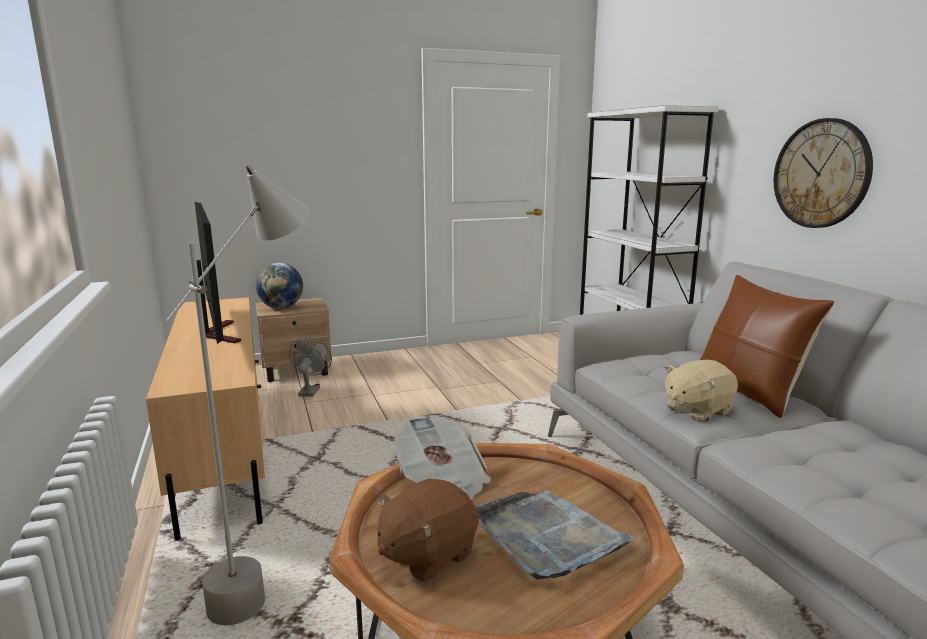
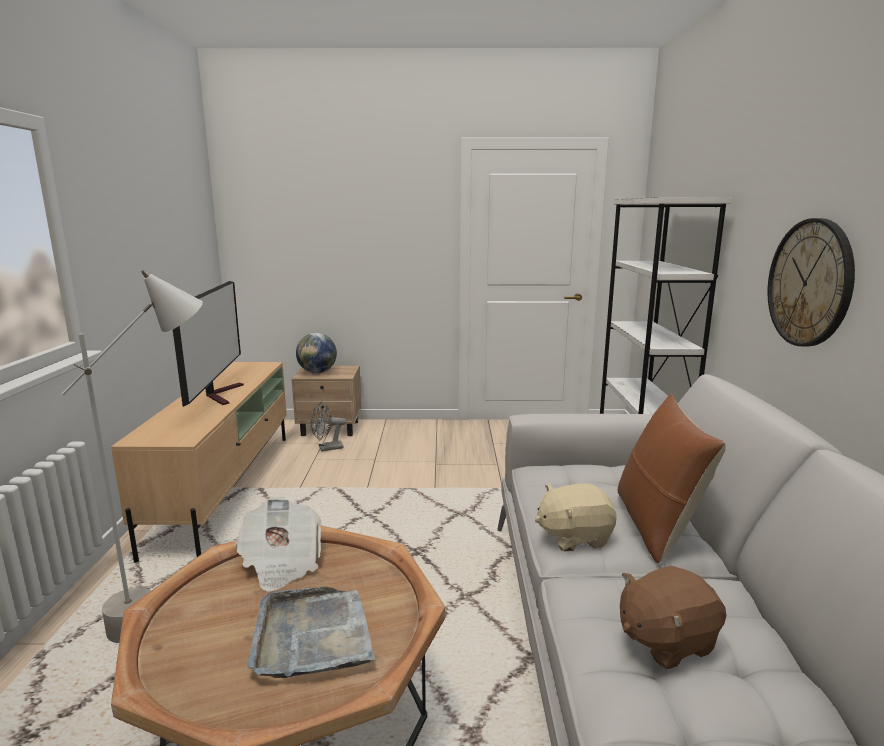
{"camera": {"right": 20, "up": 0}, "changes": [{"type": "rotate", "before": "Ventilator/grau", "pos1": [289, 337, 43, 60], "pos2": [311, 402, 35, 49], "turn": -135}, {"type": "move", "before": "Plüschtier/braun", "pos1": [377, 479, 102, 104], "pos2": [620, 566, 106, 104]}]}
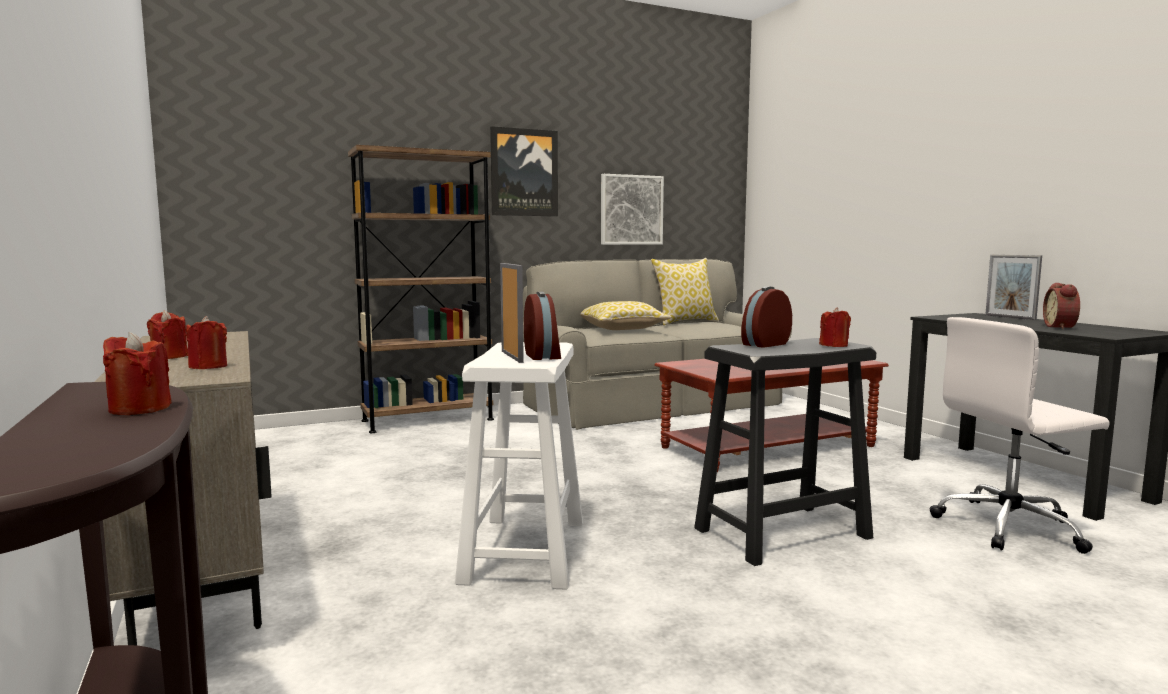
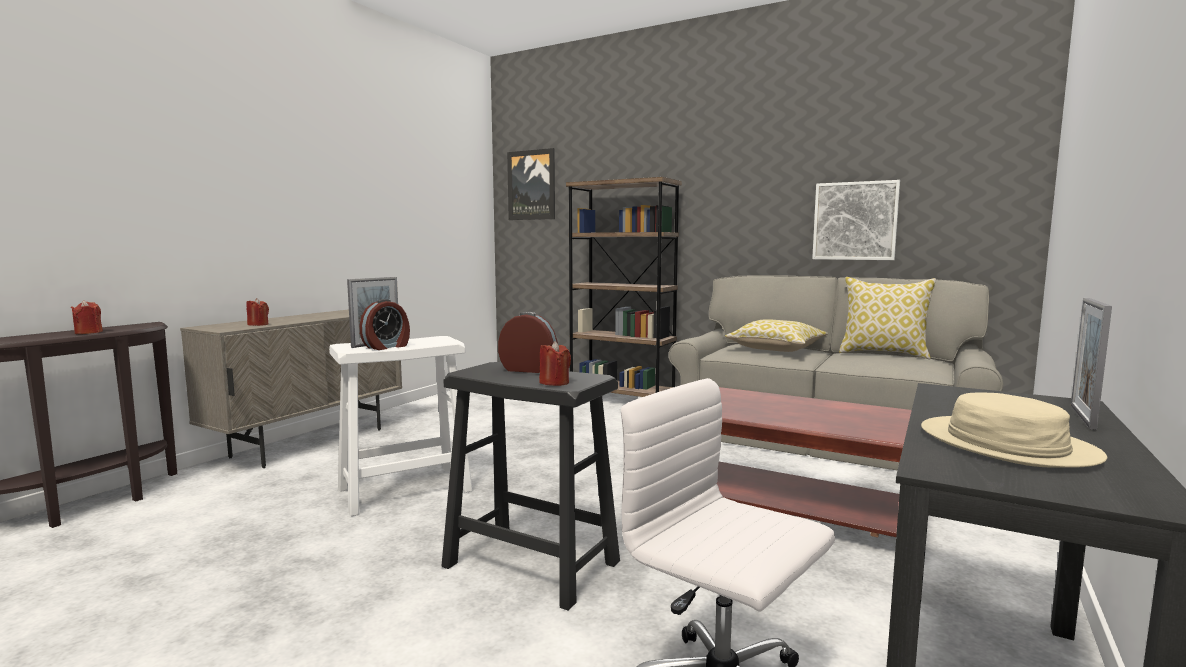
{"camera": {"right": 55, "up": 0}, "changes": [{"type": "move", "before": "Bild", "pos1": [490, 126, 68, 90], "pos2": [507, 148, 48, 72]}, {"type": "replace", "before": "Wecker", "after": "Hut/beige", "pos1": [1043, 283, 37, 46], "pos2": [921, 393, 186, 75]}, {"type": "delete", "before": "Kerze/rot", "pos1": [147, 310, 41, 49]}]}
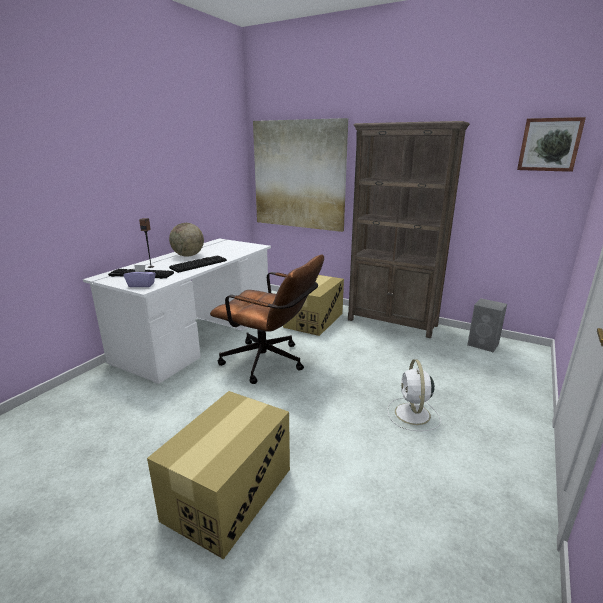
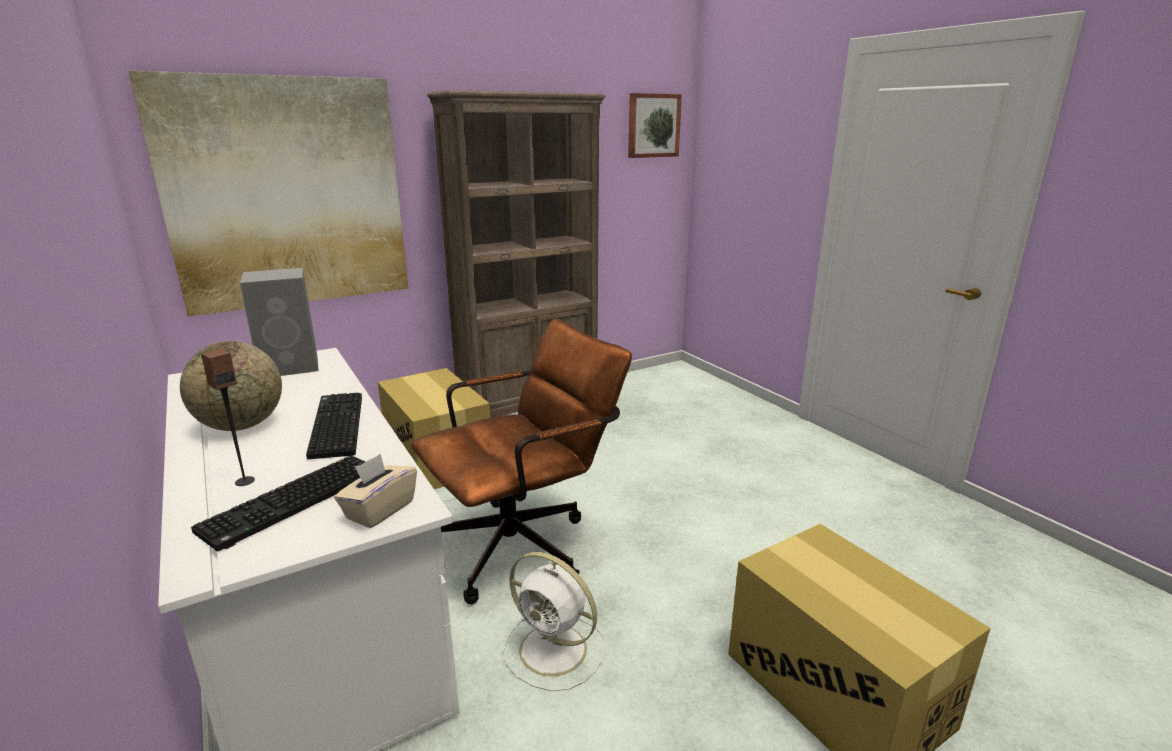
{"camera": {"right": -60, "up": 0}, "changes": [{"type": "recolor", "before": "Taschentuchbox/lila", "after": "Taschentuchbox/beige", "pos1": [123, 265, 33, 22], "pos2": [334, 454, 83, 74]}, {"type": "move", "before": "Lautsprecher/grau", "pos1": [467, 298, 40, 55], "pos2": [240, 268, 79, 108]}, {"type": "move", "before": "Ventilator/weiß", "pos1": [387, 359, 54, 72], "pos2": [503, 552, 103, 139]}]}
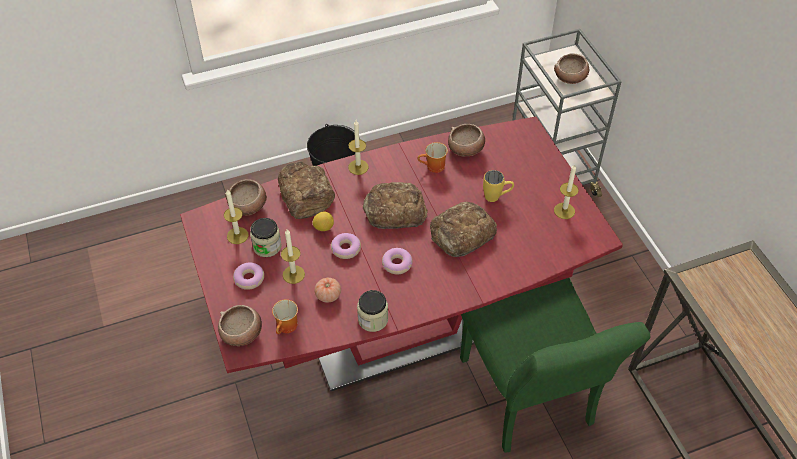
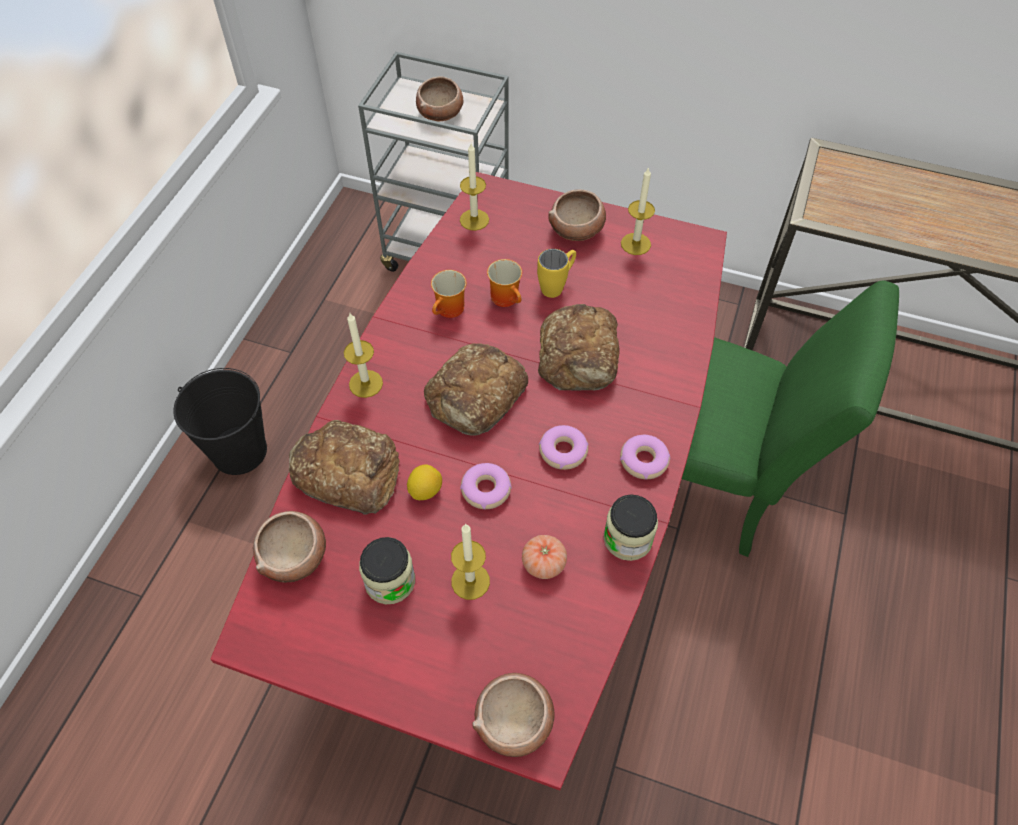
{"camera": {"right": -50, "up": 5}, "changes": [{"type": "move", "before": "Schüssel", "pos1": [448, 124, 37, 33], "pos2": [548, 189, 58, 52]}, {"type": "move", "before": "Kerze", "pos1": [224, 189, 25, 55], "pos2": [460, 143, 29, 88]}, {"type": "move", "before": "Donut", "pos1": [233, 262, 31, 28], "pos2": [620, 435, 50, 44]}, {"type": "move", "before": "Henkelbecher", "pos1": [272, 299, 26, 35], "pos2": [487, 259, 35, 48]}]}
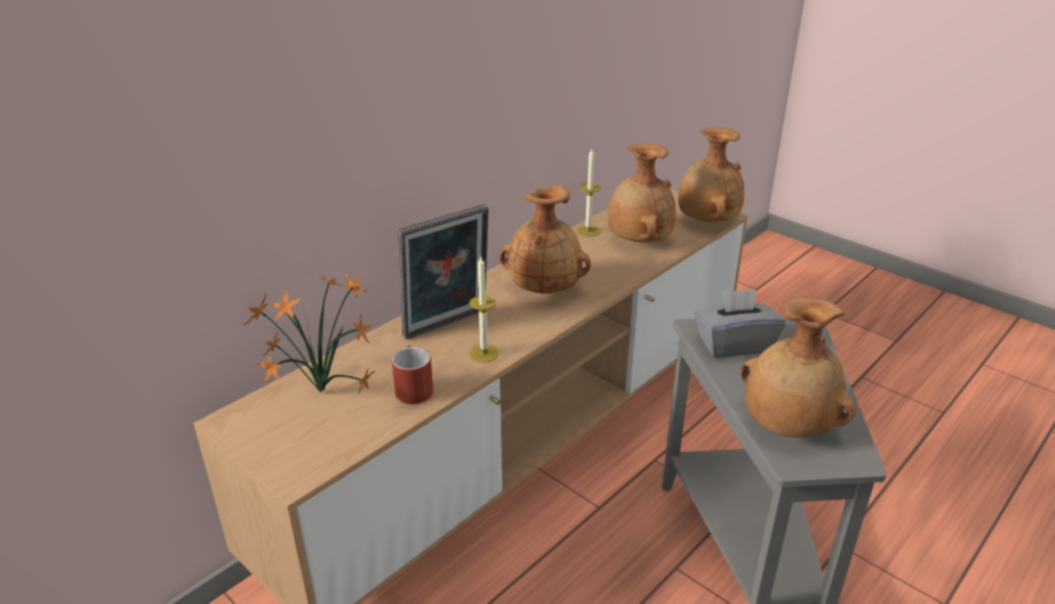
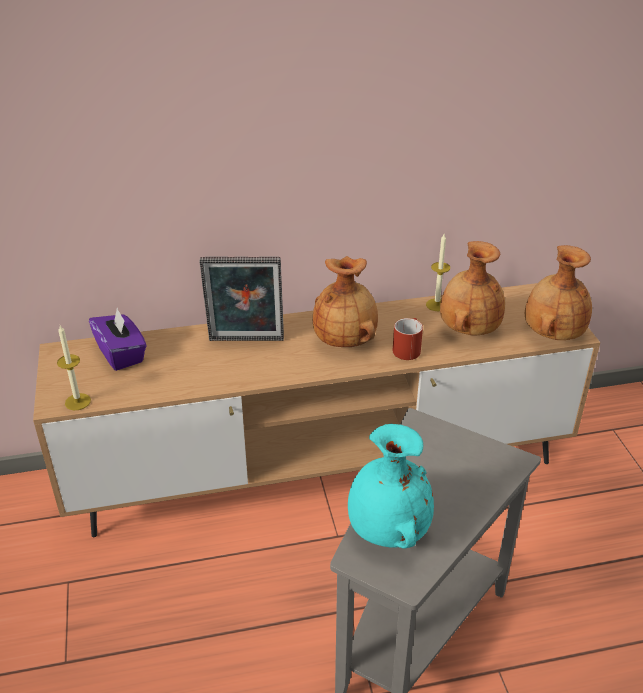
{"camera": {"right": 35, "up": 5}, "changes": [{"type": "move", "before": "Kerze", "pos1": [469, 257, 30, 105], "pos2": [57, 325, 34, 85]}, {"type": "replace", "before": "Topfpflanze", "after": "Taschentuchbox/lila", "pos1": [244, 272, 132, 121], "pos2": [89, 308, 58, 63]}, {"type": "delete", "before": "Taschentuchbox/grau", "pos1": [695, 289, 90, 69]}, {"type": "recolor", "before": "Vase/braun", "after": "Vase/türkis", "pos1": [740, 296, 116, 141], "pos2": [348, 424, 86, 125]}, {"type": "move", "before": "Henkelbecher/rot", "pos1": [392, 346, 41, 58], "pos2": [393, 318, 30, 42]}]}
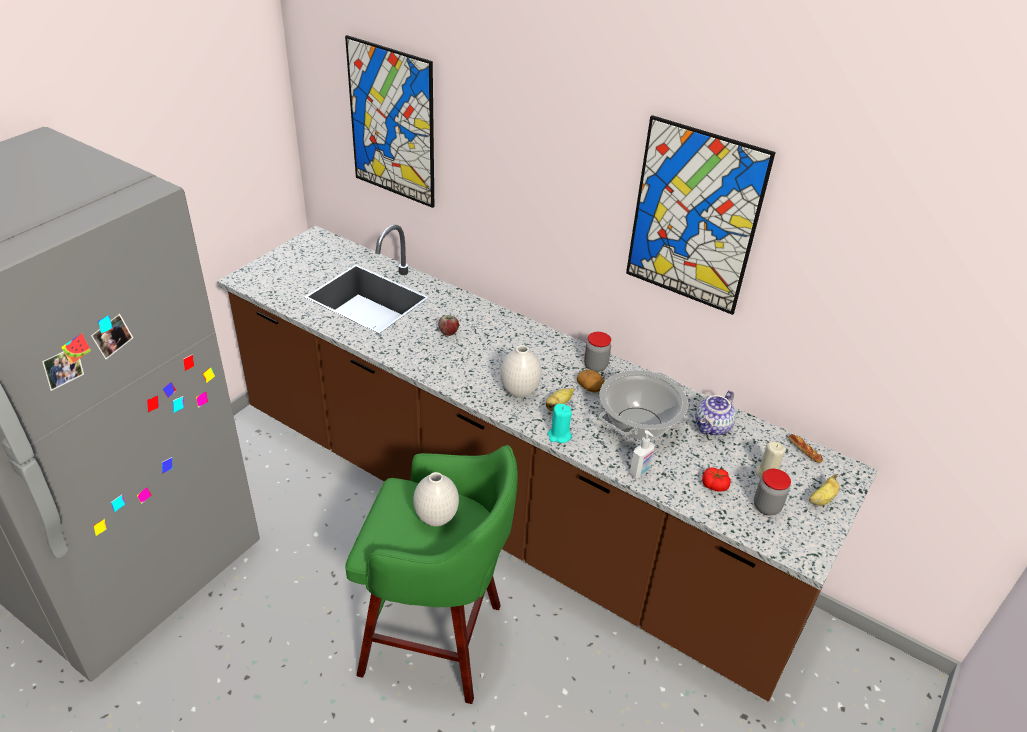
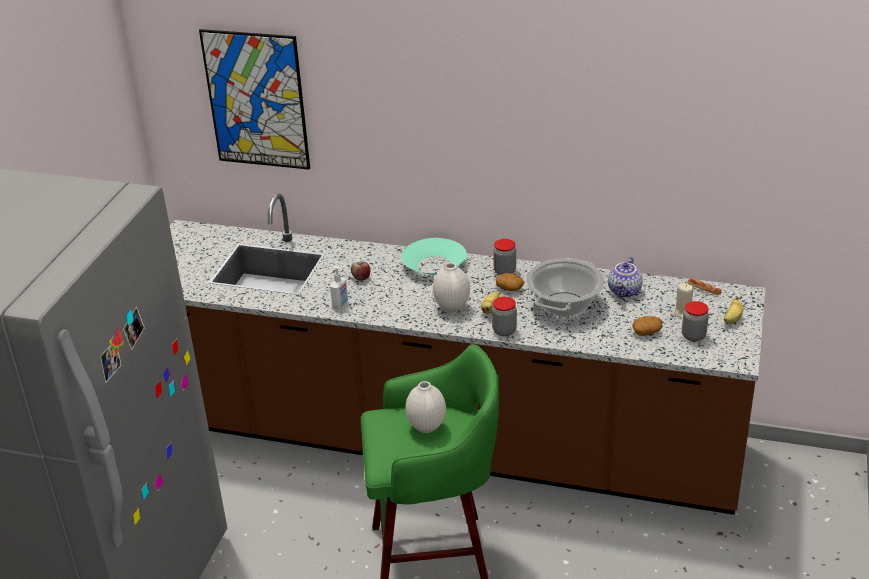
{"camera": {"right": -15, "up": -5}, "changes": [{"type": "delete", "before": "Bild", "pos1": [626, 115, 150, 200]}, {"type": "replace", "before": "Kerze/türkis", "after": "Vorratsglas", "pos1": [548, 404, 24, 39], "pos2": [492, 297, 25, 39]}, {"type": "move", "before": "Seifenspender", "pos1": [629, 430, 26, 48], "pos2": [330, 266, 18, 43]}, {"type": "replace", "before": "Tomate", "after": "Kartoffel", "pos1": [702, 467, 29, 25], "pos2": [632, 316, 30, 20]}, {"type": "insert", "after": "Schüssel/türkis", "pos2": [402, 238, 65, 37]}]}
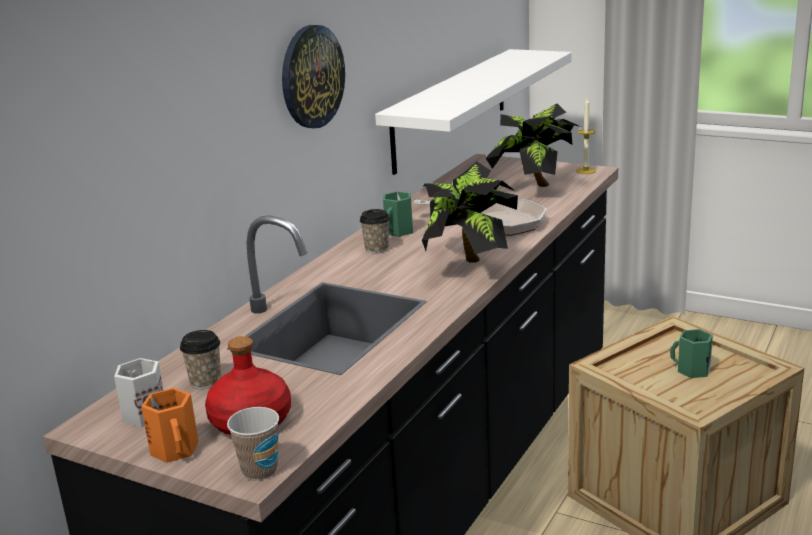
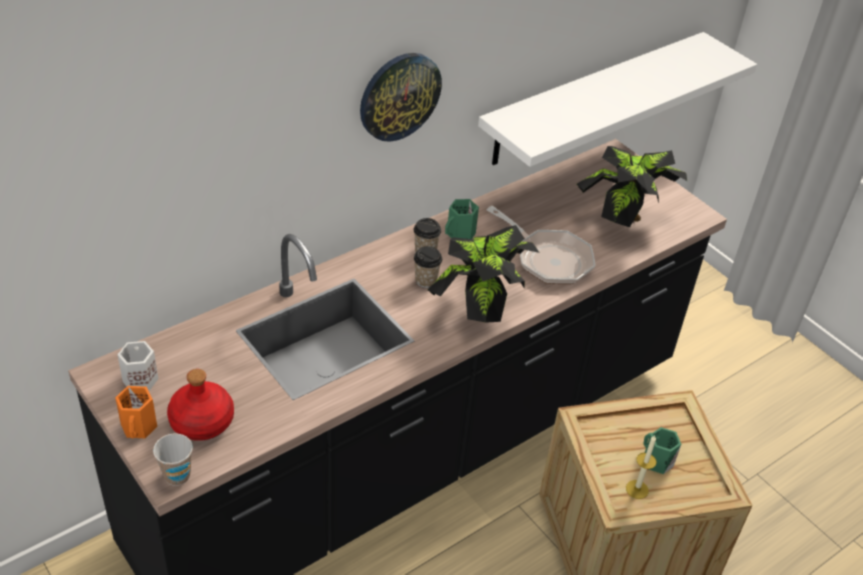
{"camera": {"right": 20, "up": 20}, "changes": [{"type": "move", "before": "Kerze", "pos1": [576, 98, 20, 76], "pos2": [626, 435, 30, 64]}, {"type": "move", "before": "Tasse", "pos1": [180, 330, 41, 59], "pos2": [414, 246, 28, 42]}]}
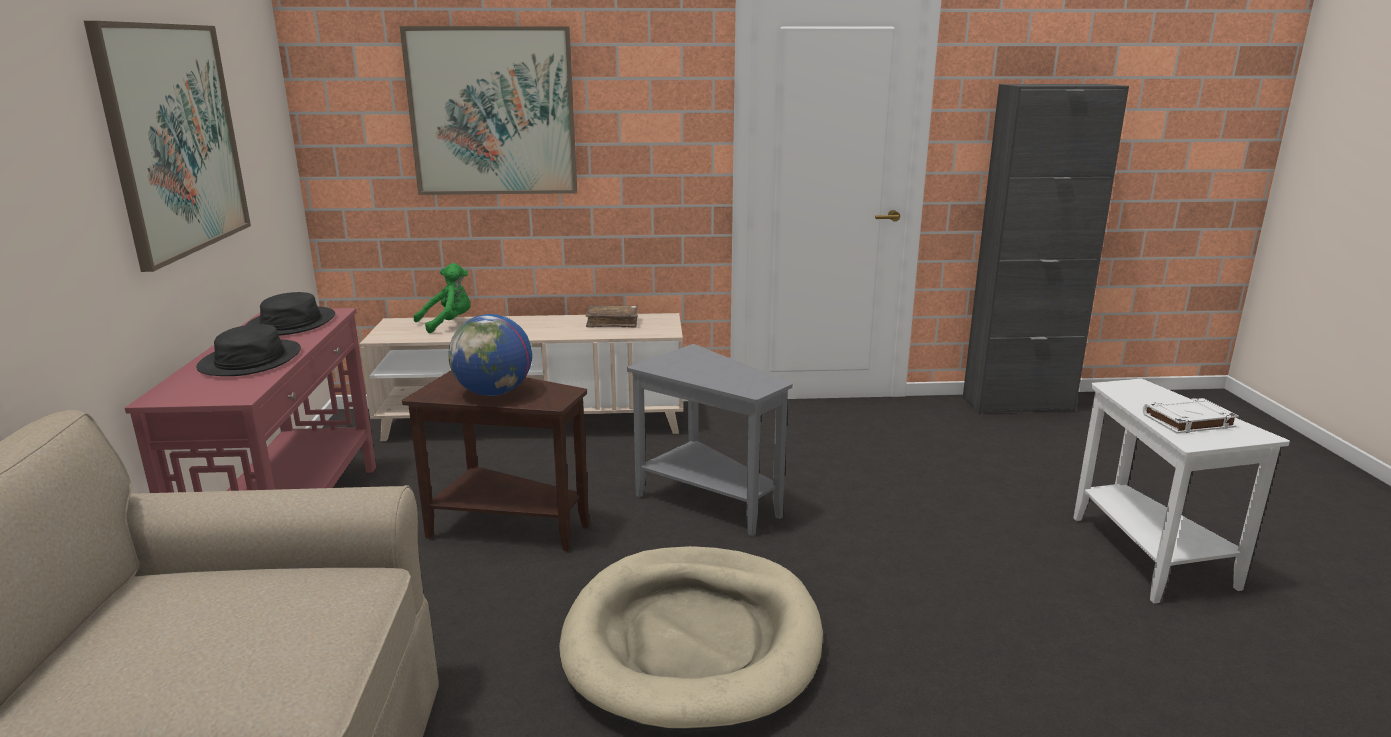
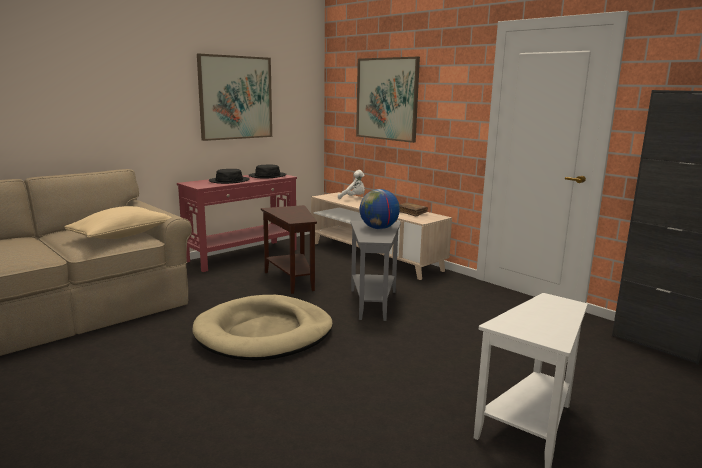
{"camera": {"right": 50, "up": -5}, "changes": [{"type": "recolor", "before": "Plüschtier/grün", "after": "Plüschtier/weiß", "pos1": [414, 263, 57, 70], "pos2": [338, 170, 27, 29]}, {"type": "move", "before": "Globus", "pos1": [449, 314, 83, 82], "pos2": [360, 189, 40, 40]}, {"type": "delete", "before": "Buch/weiß", "pos1": [1143, 398, 96, 35]}, {"type": "insert", "after": "Kissen/beige", "pos2": [64, 206, 108, 33]}]}
